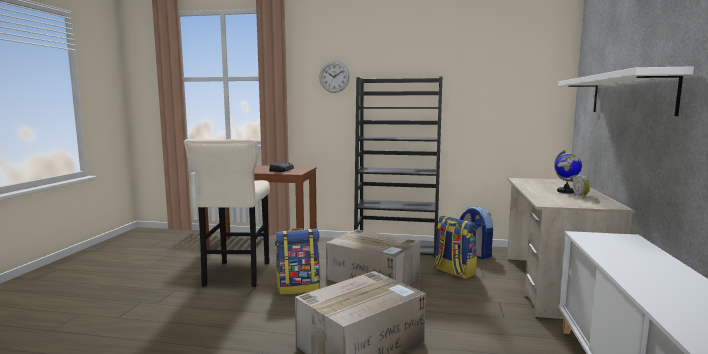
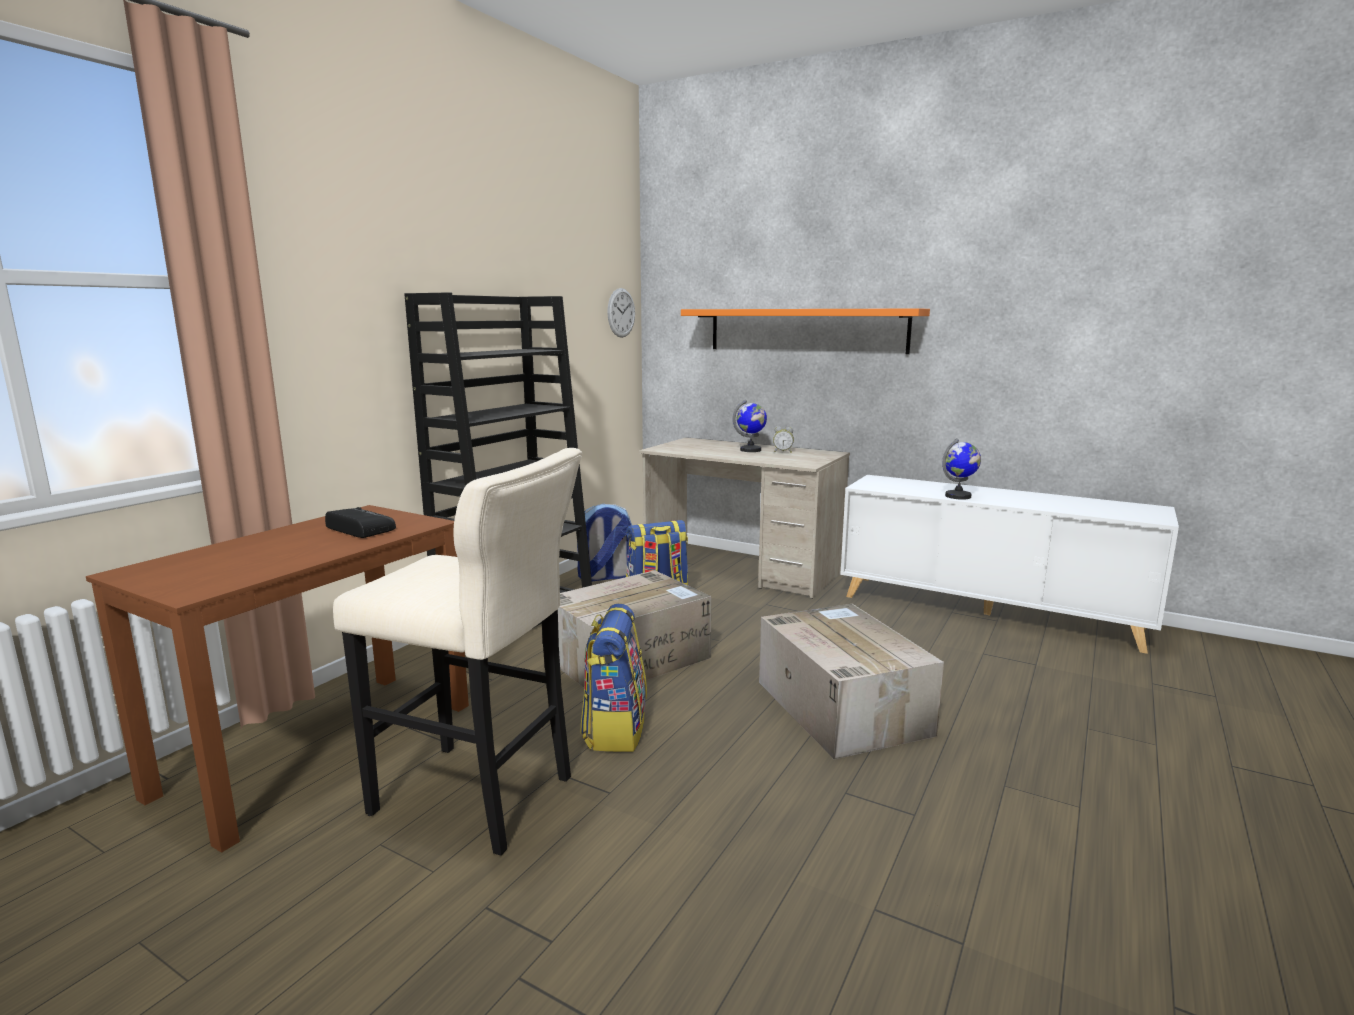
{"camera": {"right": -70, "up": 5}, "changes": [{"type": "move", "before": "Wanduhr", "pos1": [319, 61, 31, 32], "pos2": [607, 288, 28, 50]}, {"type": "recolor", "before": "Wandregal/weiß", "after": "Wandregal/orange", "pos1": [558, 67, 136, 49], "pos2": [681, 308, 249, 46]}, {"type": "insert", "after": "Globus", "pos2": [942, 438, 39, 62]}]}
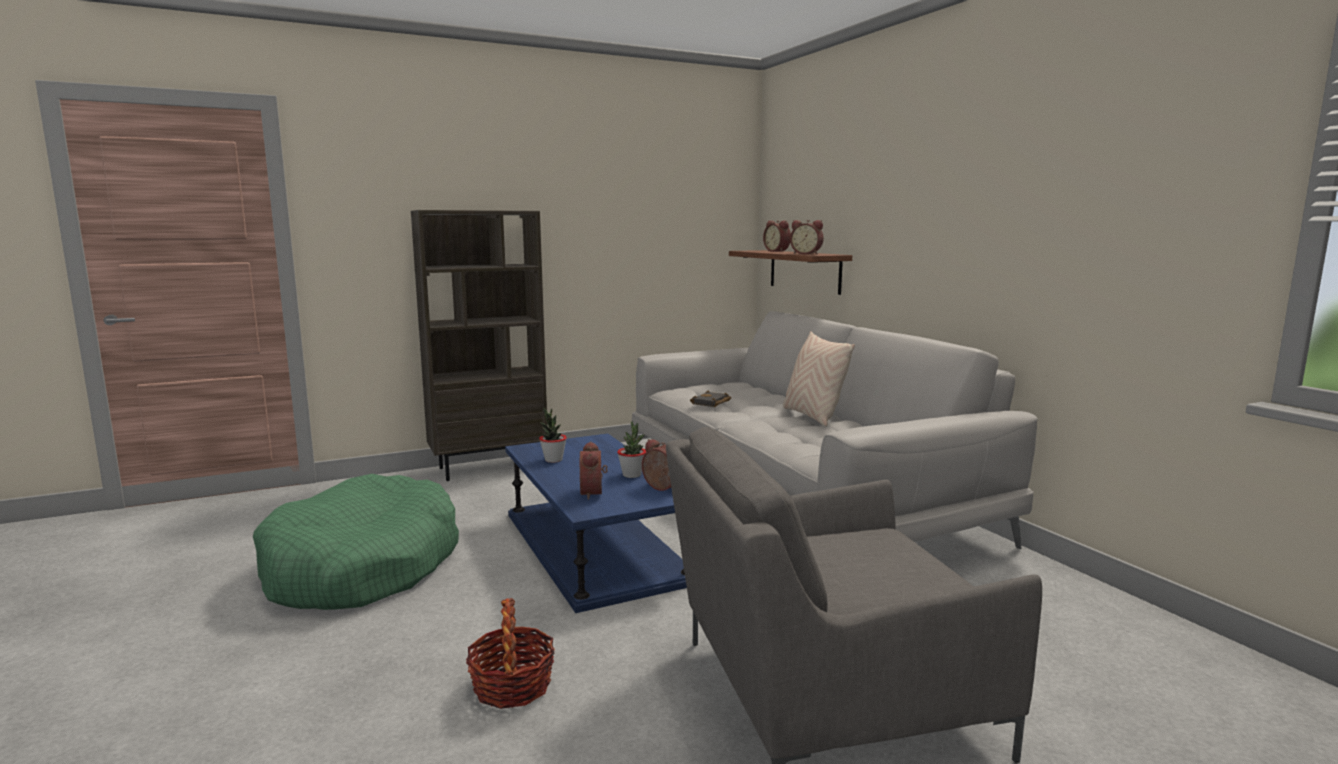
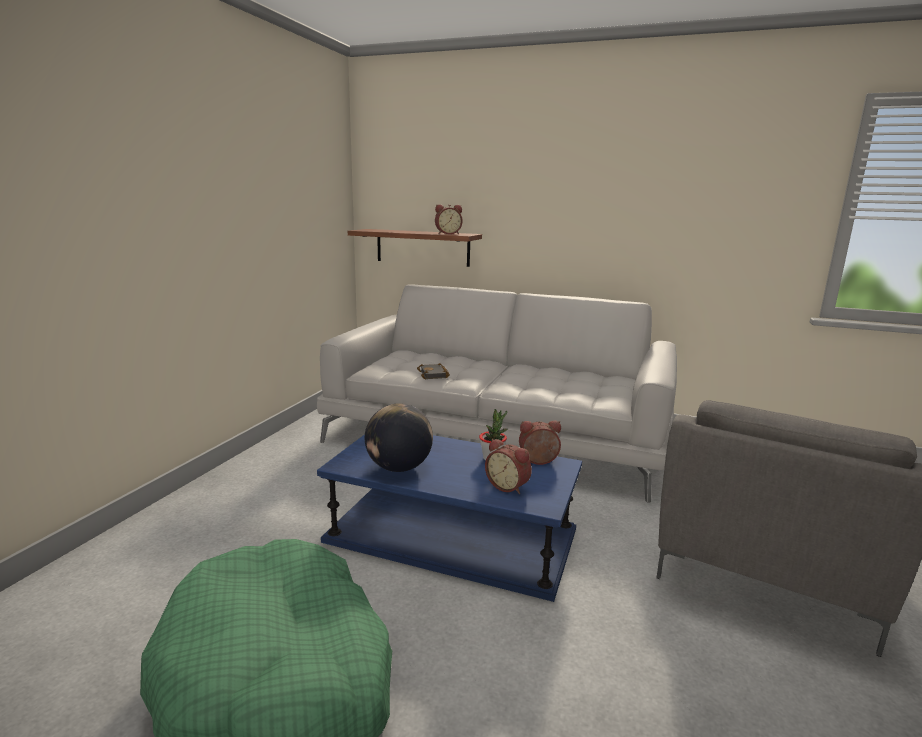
{"camera": {"right": -45, "up": 5}, "changes": [{"type": "delete", "before": "Bücherregal/braun", "pos1": [411, 210, 136, 271]}, {"type": "delete", "before": "Wecker", "pos1": [763, 220, 28, 32]}, {"type": "delete", "before": "Kissen/beige", "pos1": [783, 331, 72, 95]}, {"type": "replace", "before": "Topfpflanze", "after": "Globus", "pos1": [539, 408, 28, 55], "pos2": [365, 403, 68, 69]}, {"type": "delete", "before": "Korb", "pos1": [466, 598, 89, 111]}]}
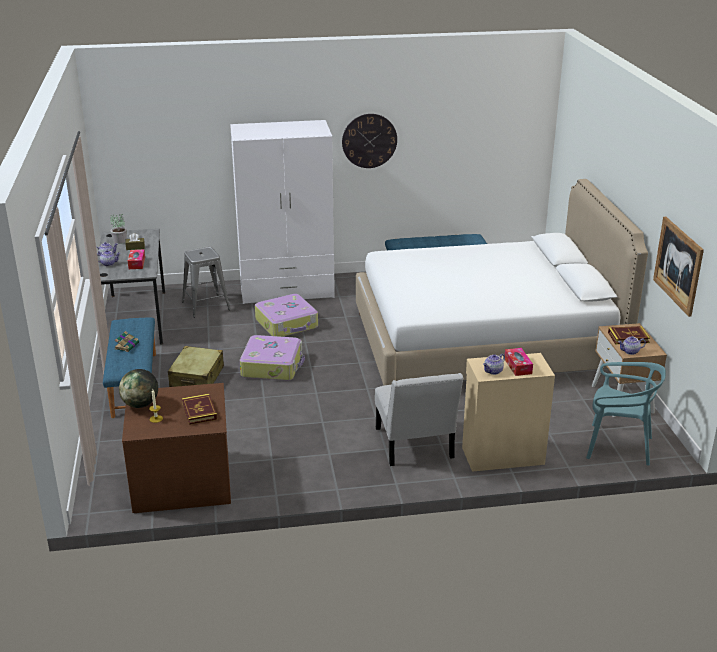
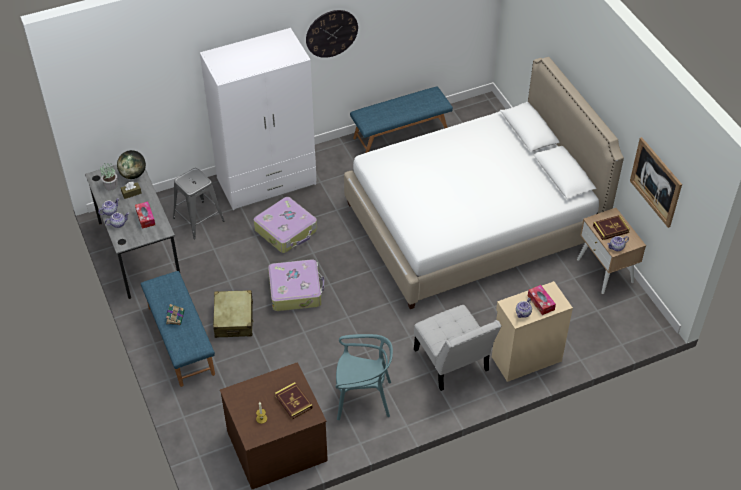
{"camera": {"right": -15, "up": 20}, "changes": [{"type": "move", "before": "Stuhl/türkis", "pos1": [586, 362, 80, 104], "pos2": [336, 334, 57, 86]}, {"type": "move", "before": "Globus", "pos1": [119, 369, 39, 39], "pos2": [117, 150, 29, 29]}]}
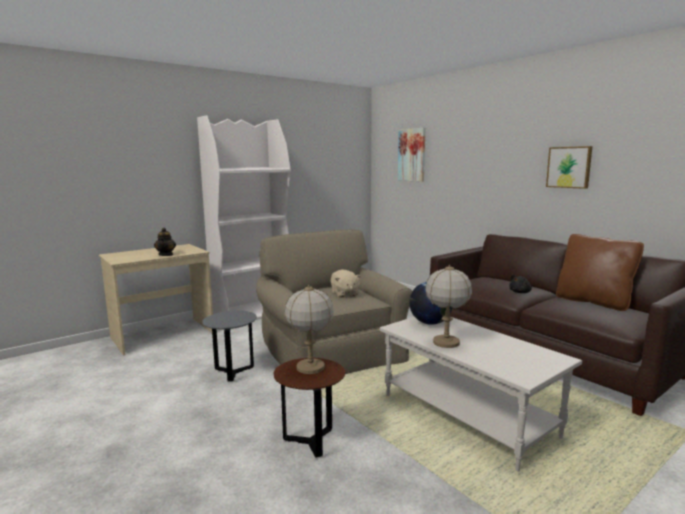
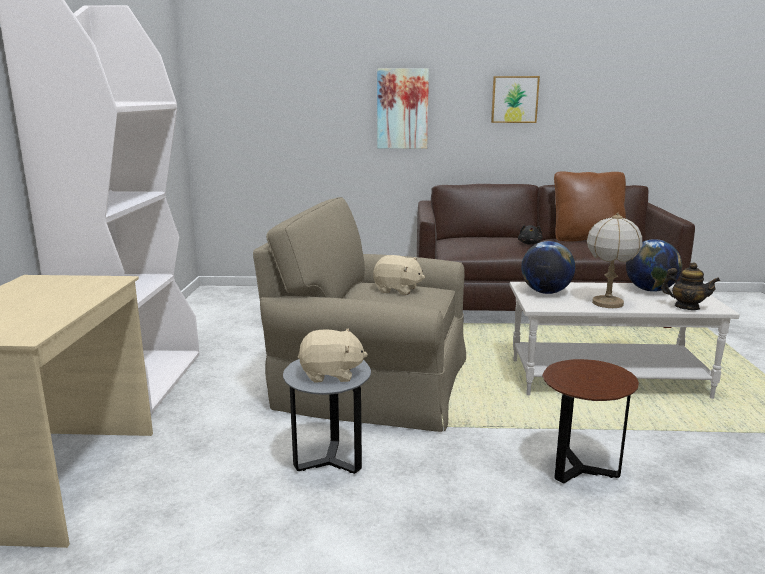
{"camera": {"right": -50, "up": 5}, "changes": [{"type": "move", "before": "Bild", "pos1": [398, 128, 28, 54], "pos2": [377, 68, 52, 81]}, {"type": "move", "before": "Teekanne", "pos1": [154, 228, 22, 28], "pos2": [661, 262, 59, 48]}, {"type": "delete", "before": "Tischlampe", "pos1": [285, 285, 49, 89]}, {"type": "insert", "after": "Globus", "pos2": [626, 239, 56, 53]}, {"type": "insert", "after": "Plüschtier/beige", "pos2": [298, 328, 70, 55]}]}
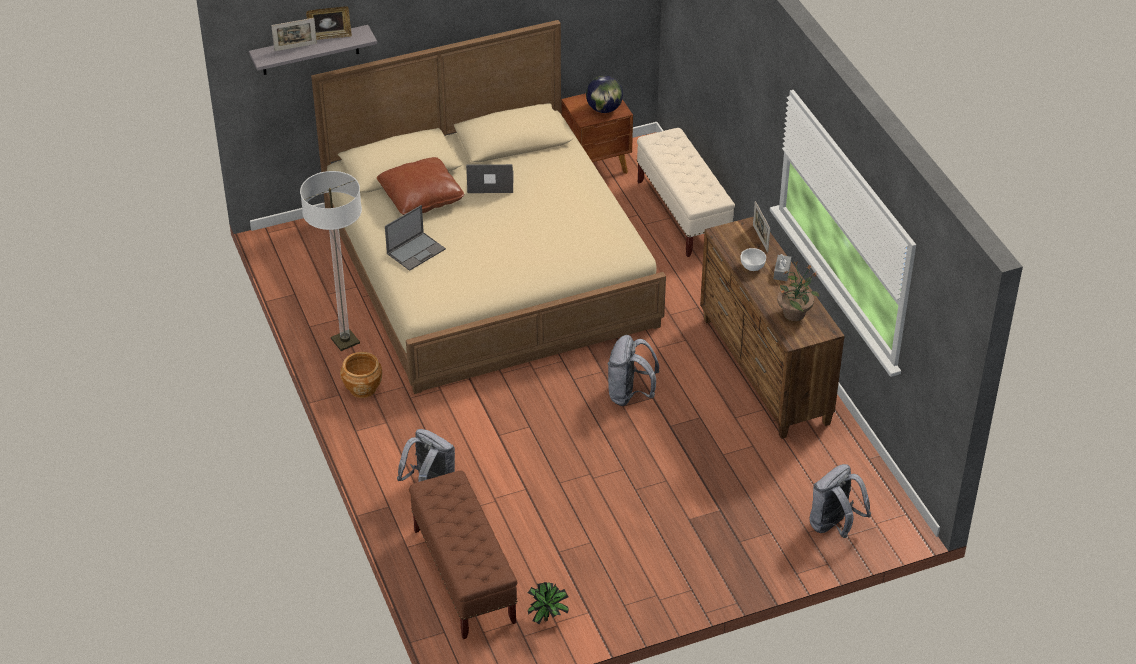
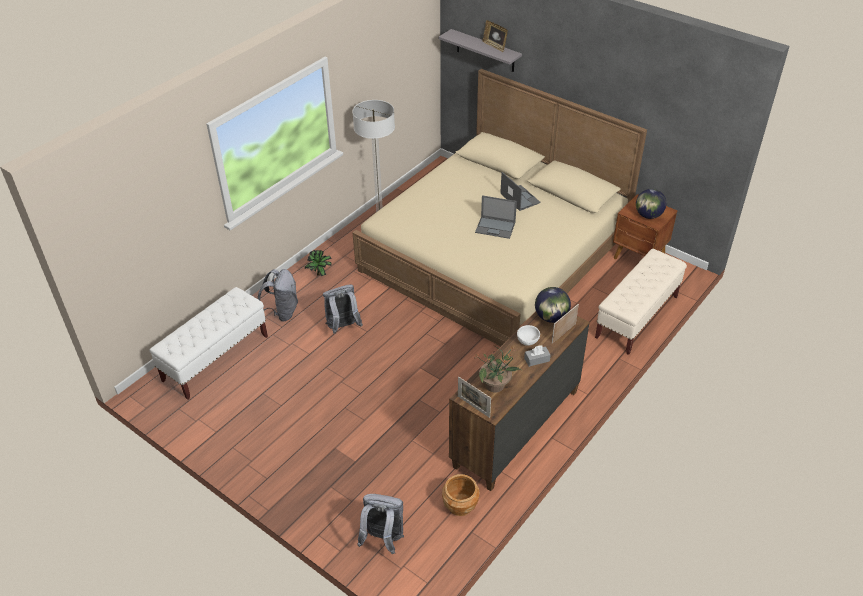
{"camera": {"right": 60, "up": 0}, "changes": [{"type": "move", "before": "Bilderrahmen", "pos1": [271, 18, 46, 33], "pos2": [458, 376, 33, 42]}, {"type": "delete", "before": "Kissen/braun", "pos1": [377, 157, 87, 58]}, {"type": "move", "before": "Laptop", "pos1": [385, 205, 61, 66], "pos2": [475, 195, 42, 44]}, {"type": "move", "before": "Rucksack/grau", "pos1": [608, 335, 51, 71], "pos2": [323, 285, 40, 49]}, {"type": "move", "before": "Pflanzkübel/braun", "pos1": [340, 352, 42, 46], "pos2": [442, 474, 38, 42]}, {"type": "recolor", "before": "Bank/braun", "after": "Bank/weiß", "pos1": [409, 470, 109, 169], "pos2": [150, 287, 118, 113]}, {"type": "move", "before": "Topfpflanze", "pos1": [528, 582, 41, 43], "pos2": [305, 250, 27, 27]}, {"type": "insert", "after": "Globus", "pos2": [535, 287, 36, 36]}]}
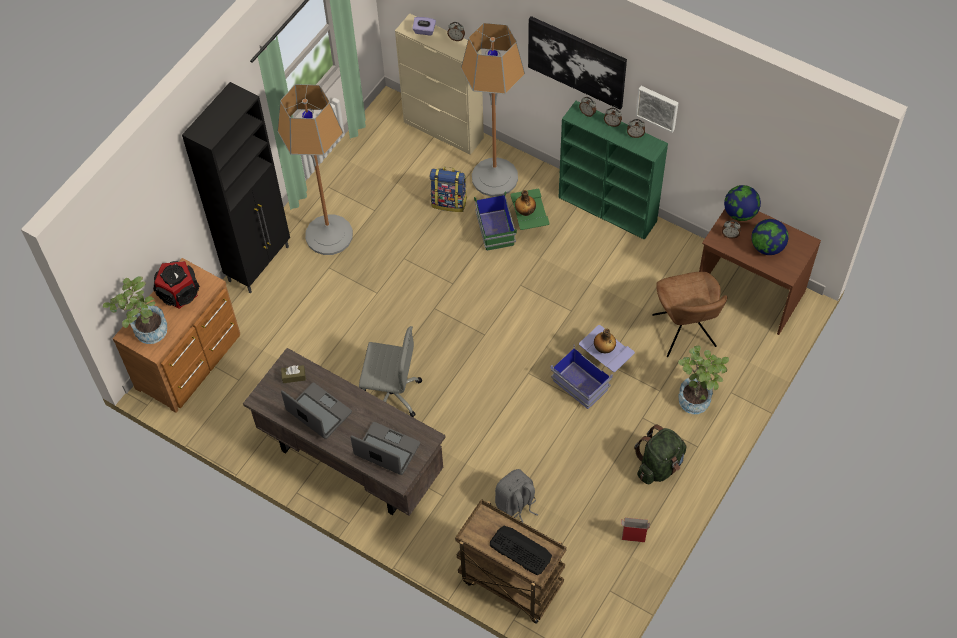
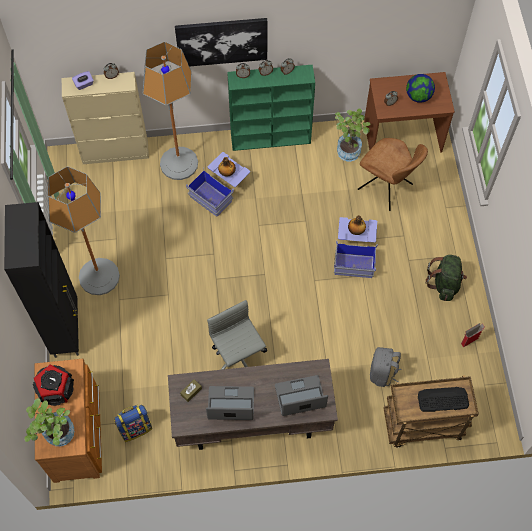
{"camera": {"right": -40, "up": 5}, "changes": [{"type": "delete", "before": "Bild", "pos1": [636, 86, 42, 47]}, {"type": "move", "before": "Rucksack", "pos1": [430, 167, 37, 45], "pos2": [114, 405, 38, 37]}, {"type": "delete", "before": "Globus", "pos1": [724, 185, 37, 36]}, {"type": "recolor", "before": "Aufbewahrungsbox/grün", "after": "Aufbewahrungsbox/blau", "pos1": [474, 189, 76, 62], "pos2": [186, 152, 64, 64]}, {"type": "rotate", "before": "Bürostuhl/grau", "pos1": [359, 326, 63, 91], "pos2": [207, 300, 60, 70], "turn": -90}, {"type": "move", "before": "Topfpflanze", "pos1": [678, 346, 51, 68], "pos2": [335, 108, 35, 54]}]}
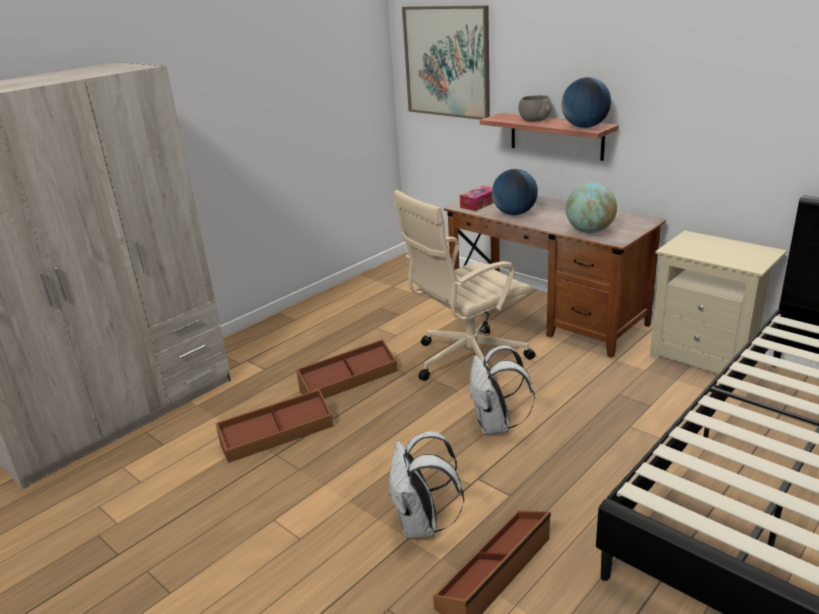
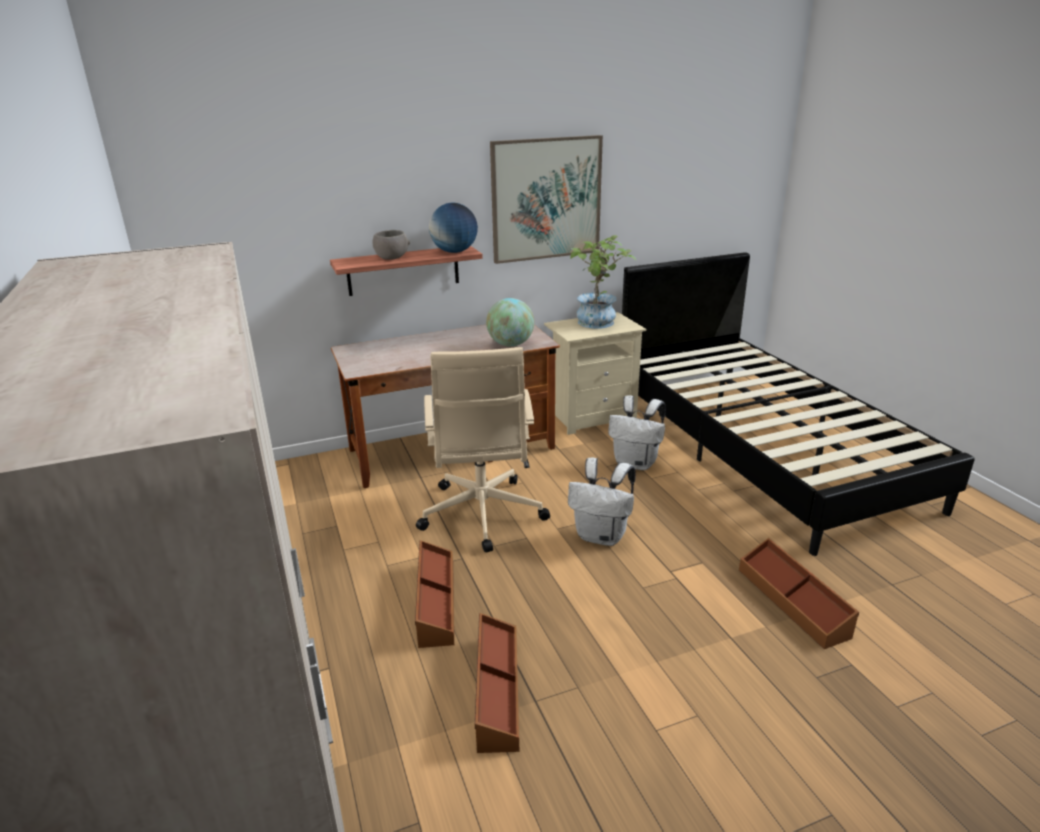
{"camera": {"right": -65, "up": 0}, "changes": [{"type": "move", "before": "Bild", "pos1": [402, 5, 88, 115], "pos2": [490, 135, 113, 129]}, {"type": "delete", "before": "Globus", "pos1": [492, 169, 46, 46]}, {"type": "delete", "before": "Taschentuchbox", "pos1": [460, 186, 34, 25]}, {"type": "move", "before": "Rucksack/weiß", "pos1": [389, 431, 75, 108], "pos2": [608, 395, 58, 75]}, {"type": "insert", "after": "Topfpflanze", "pos2": [570, 235, 66, 94]}]}
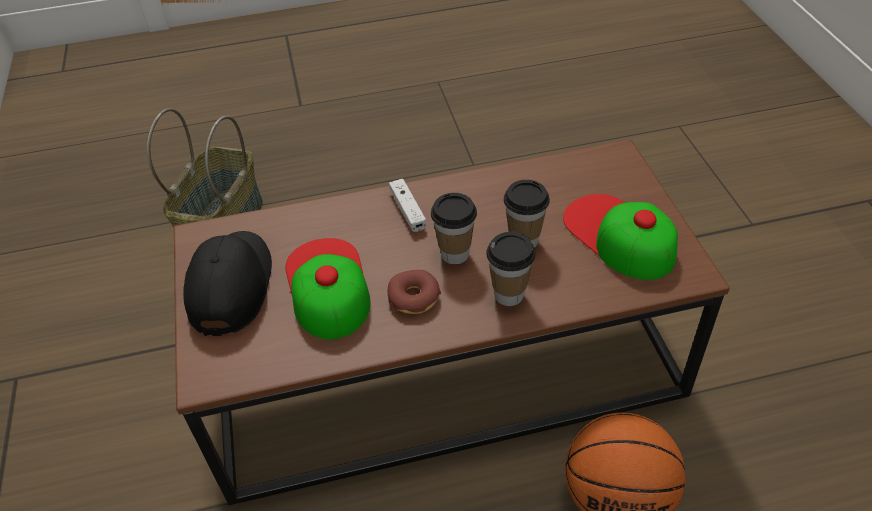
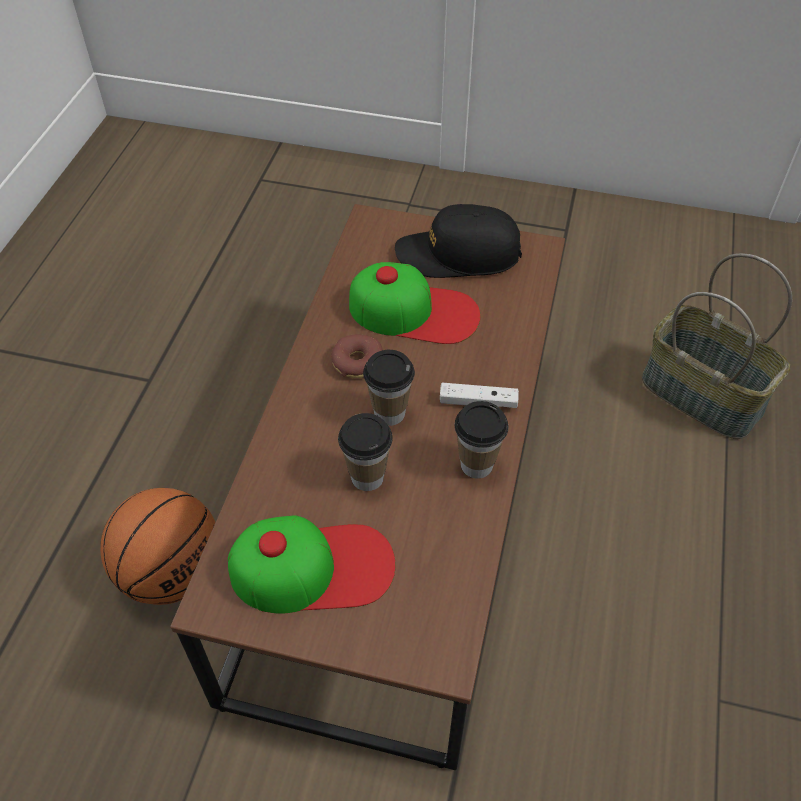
{"camera": {"right": 115, "up": 5}, "changes": [{"type": "rotate", "before": "Kappe/schwarz", "pos1": [183, 231, 89, 105], "pos2": [395, 204, 127, 74], "turn": 150}, {"type": "move", "before": "Tasse", "pos1": [486, 232, 50, 74], "pos2": [454, 401, 55, 78]}]}
